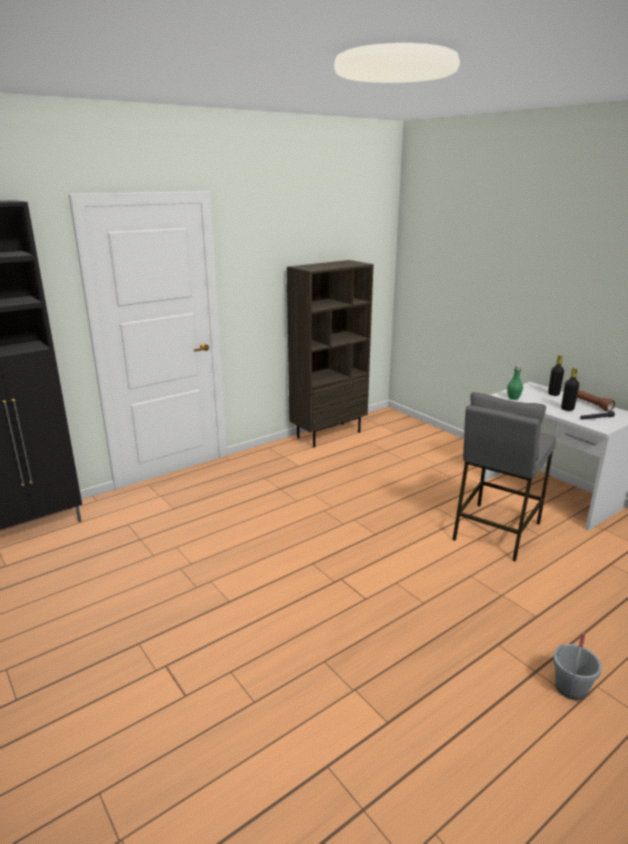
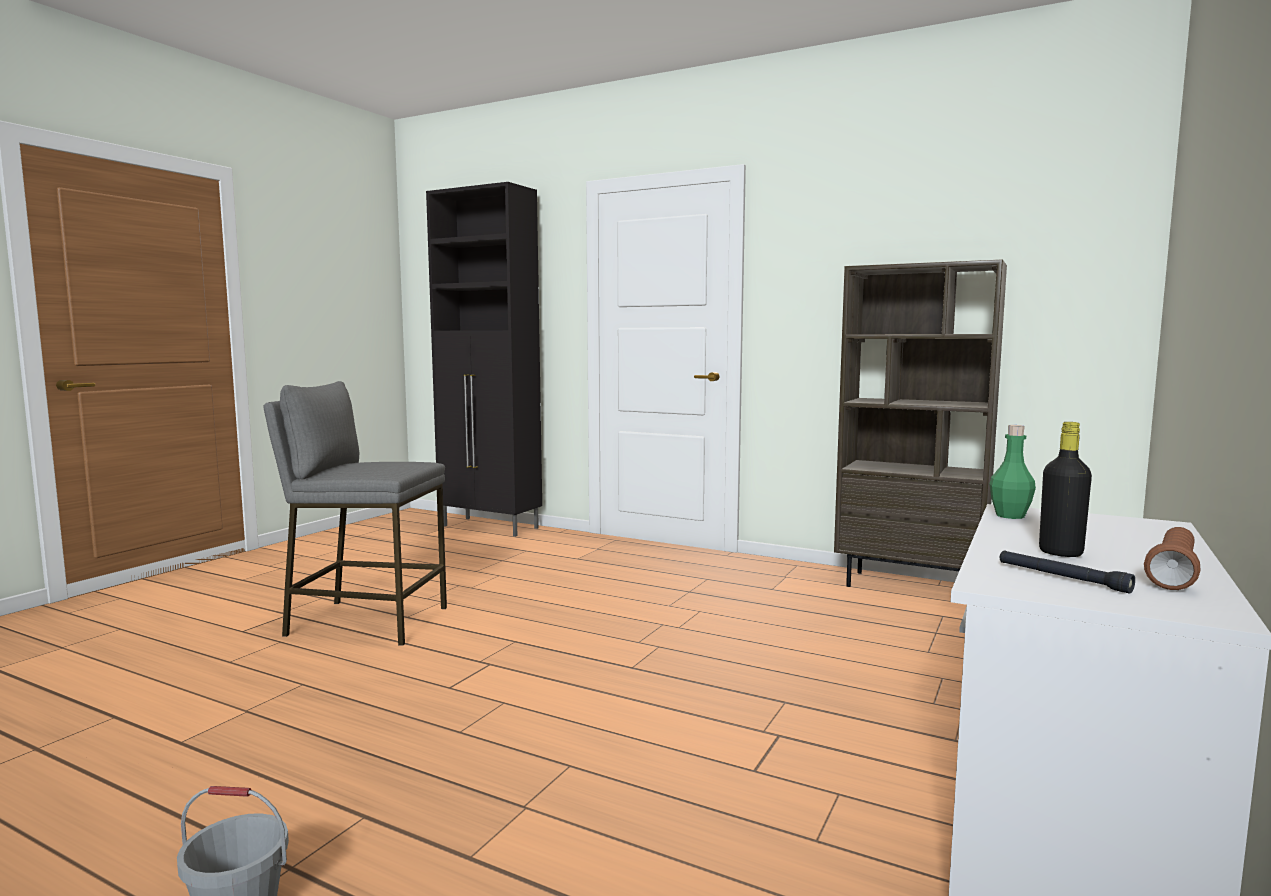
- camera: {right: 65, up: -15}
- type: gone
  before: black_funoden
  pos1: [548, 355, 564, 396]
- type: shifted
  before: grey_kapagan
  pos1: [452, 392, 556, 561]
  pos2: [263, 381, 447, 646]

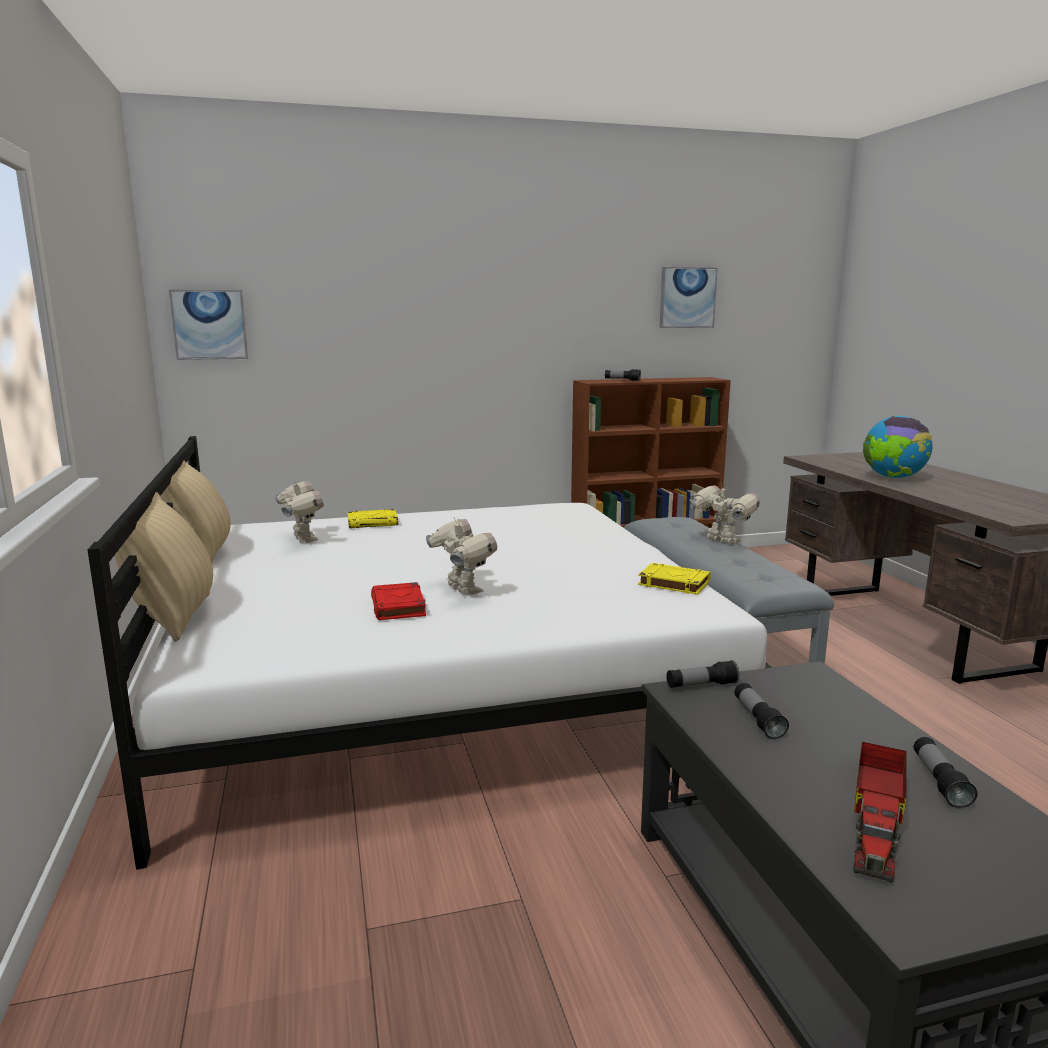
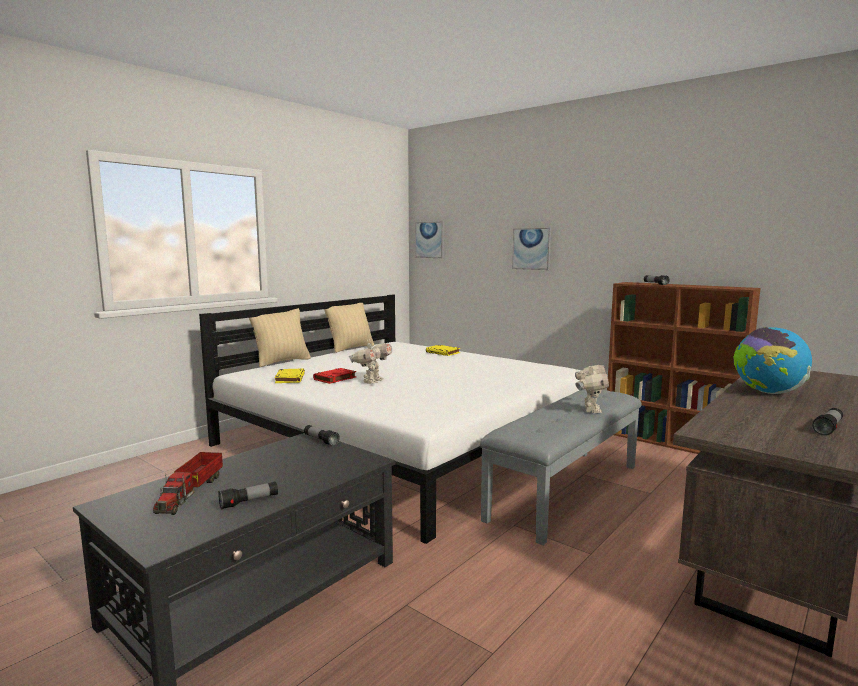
- camera: {right: 55, up: -5}
- type: shifted
  before: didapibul
  pos1: [660, 267, 718, 328]
  pos2: [512, 228, 551, 270]
- type: gone
  before: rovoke
  pos1: [275, 479, 324, 543]
- type: shifted
  before: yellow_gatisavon
  pos1: [638, 563, 711, 595]
  pos2: [275, 368, 305, 383]
- type: shifted
  before: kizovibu
  pos1: [735, 683, 789, 739]
  pos2: [812, 408, 843, 436]
- type: rotated
  before: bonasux
  pos1: [853, 742, 907, 883]
  pos2: [153, 452, 223, 515]
  turn: -75

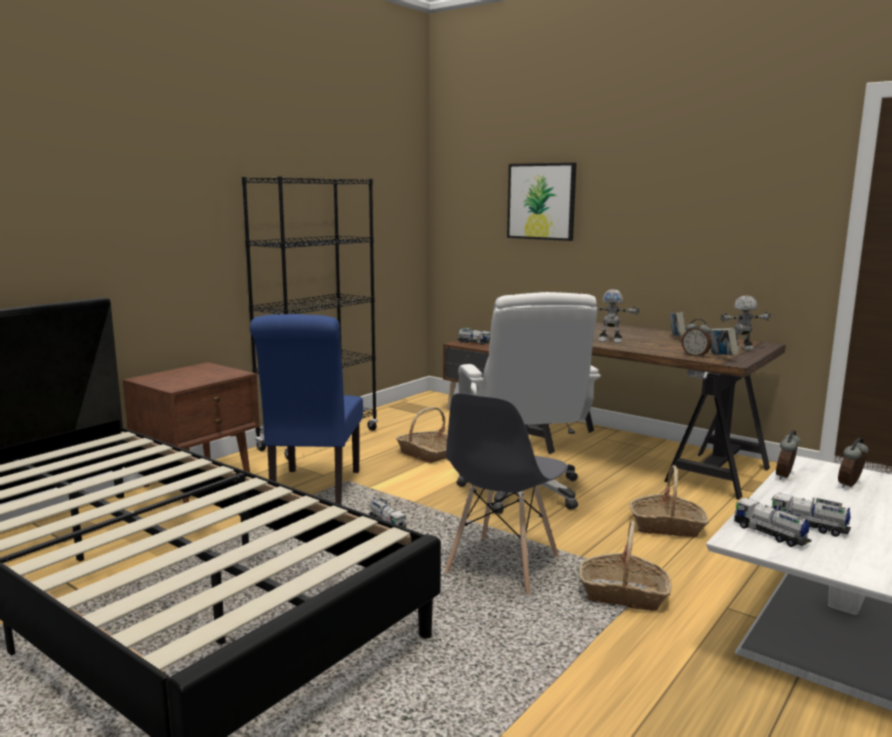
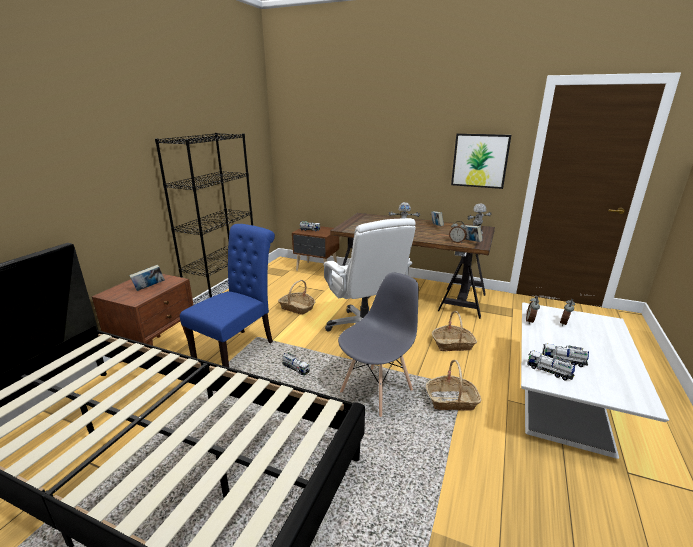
- camera: {right: -15, up: 10}
- type: shifted
  before: didapibul
  pos1: [507, 163, 576, 241]
  pos2: [451, 133, 511, 189]
- type: rotated
  before: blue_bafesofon
  pos1: [250, 314, 363, 505]
  pos2: [180, 224, 275, 367]
  turn: -135
- type: rotated
  before: grey_bafesofon
  pos1: [445, 393, 568, 594]
  pos2: [338, 272, 419, 417]
  turn: -150
- type: new
  after: gatisavon
  pos2: [129, 265, 165, 291]

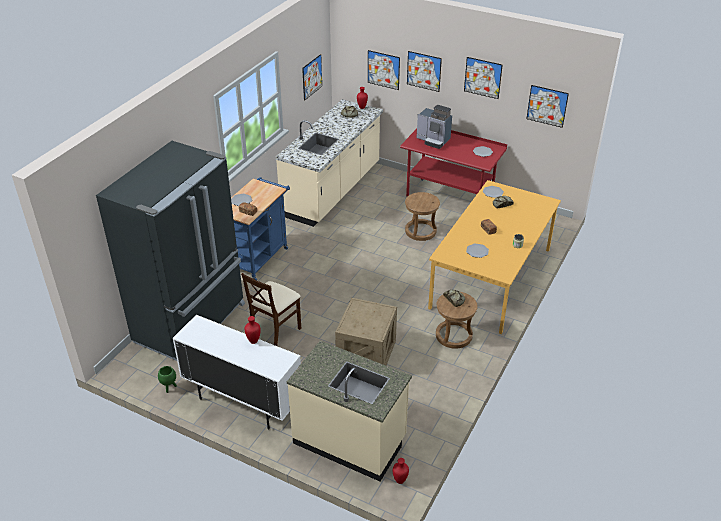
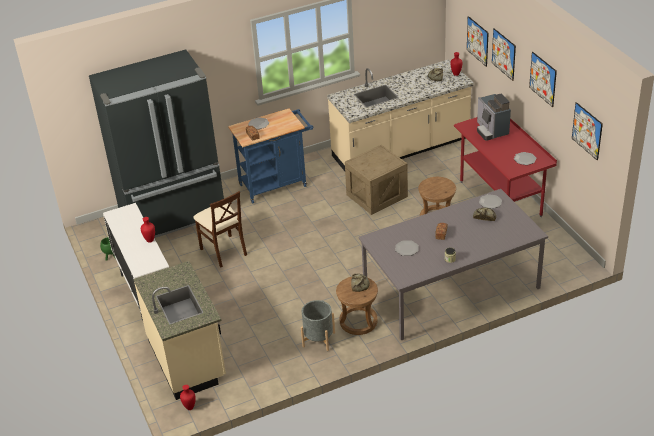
- camera: {right: 40, up: 0}
- type: gone
  before: didapibul
  pos1: [302, 54, 322, 101]
- type: repainted
  before: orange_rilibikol
  after: grey_rilibikol
  pos1: [428, 180, 561, 334]
  pos2: [359, 189, 548, 340]
- type: rotated
  before: beige_bafesofon
  pos1: [241, 273, 301, 346]
  pos2: [193, 191, 247, 268]
  turn: -105
- type: shifted
  before: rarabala
  pos1: [335, 298, 397, 365]
  pos2: [345, 145, 408, 215]
- type: new
  after: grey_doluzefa
  pos2: [301, 300, 335, 351]

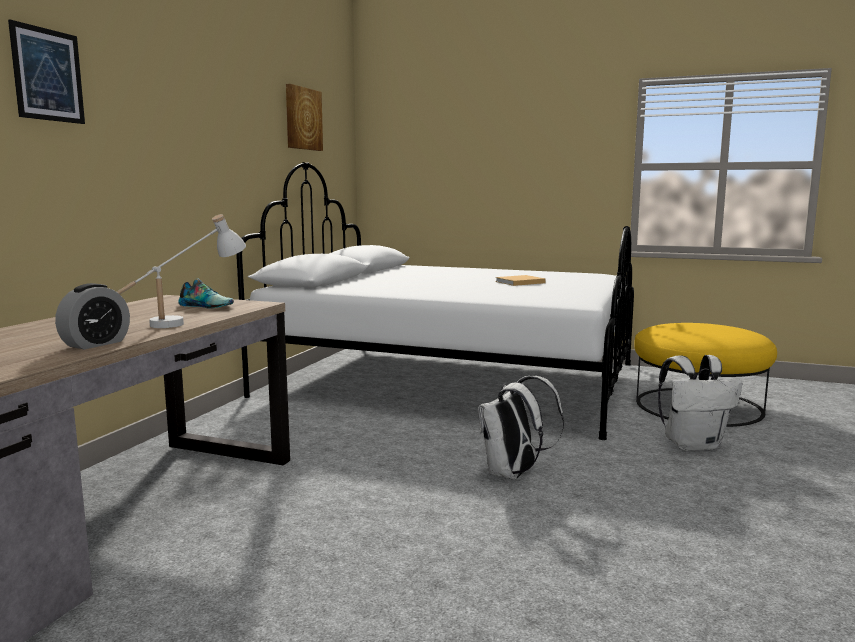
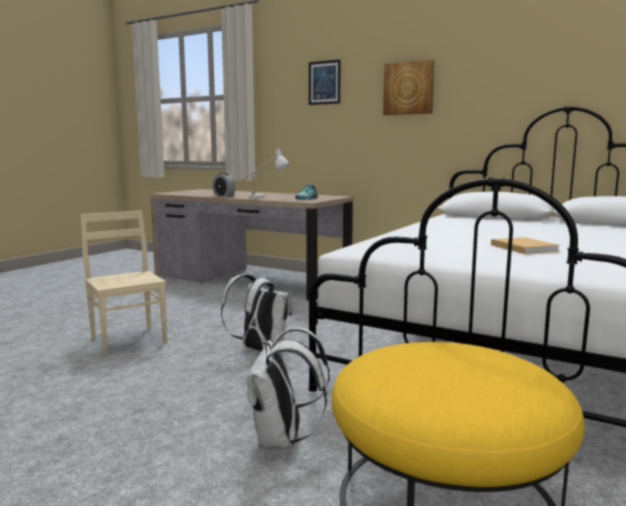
- camera: {right: 100, up: 0}
- type: shifted
  before: didapibul
  pos1: [286, 84, 323, 151]
  pos2: [383, 60, 434, 115]
- type: new
  after: beige_bafesofon
  pos2: [81, 211, 167, 355]

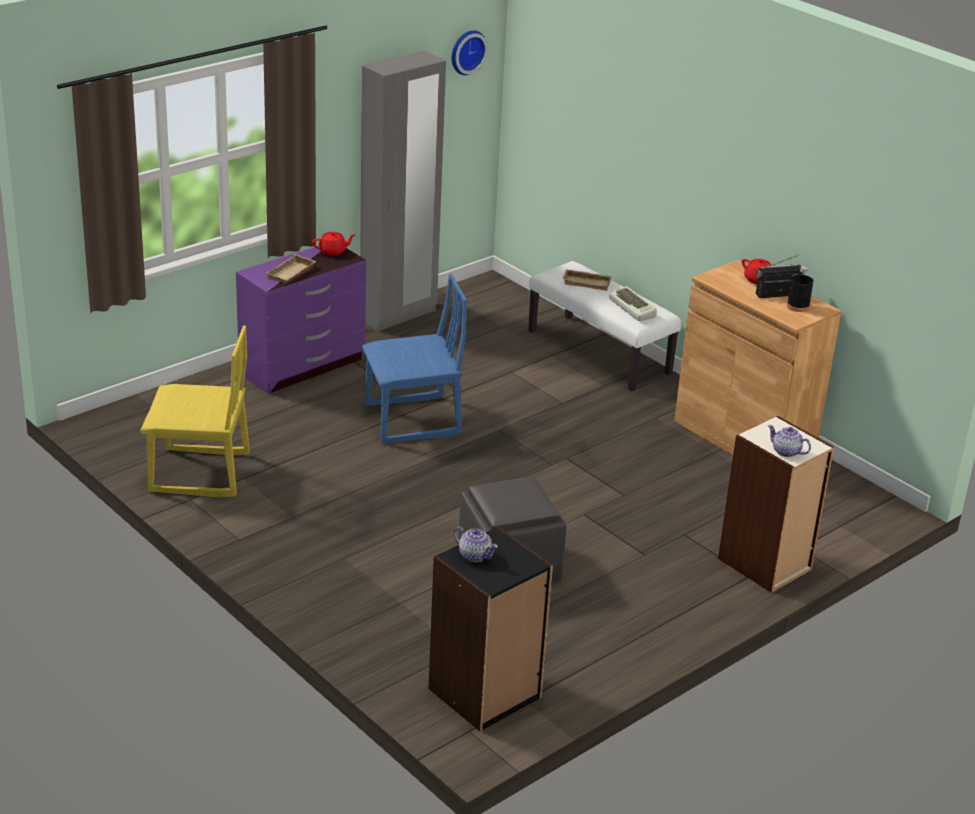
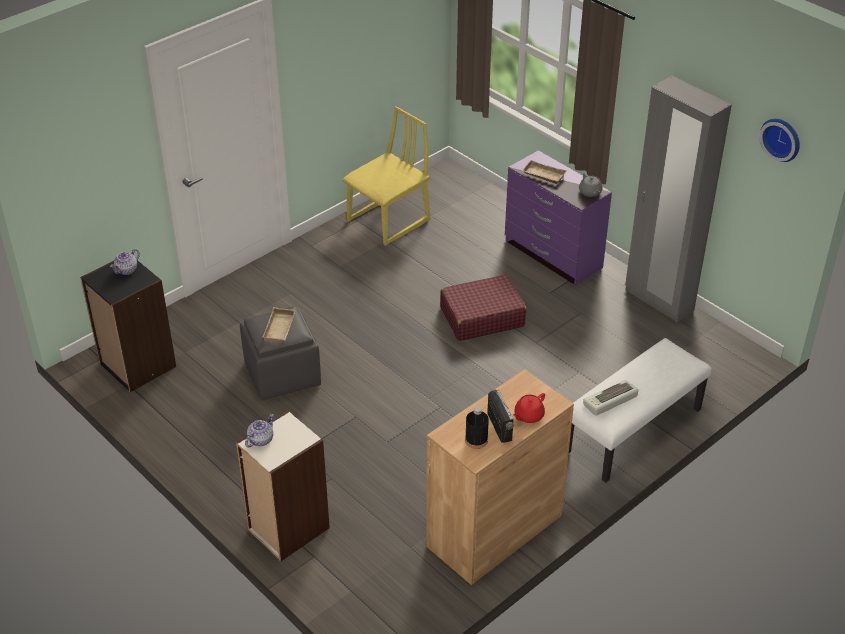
- camera: {right: 90, up: 10}
- type: repainted
  before: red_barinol
  after: grey_barinol
  pos1: [312, 231, 356, 256]
  pos2: [579, 173, 602, 197]
- type: shifted
  before: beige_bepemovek
  pos1: [563, 269, 612, 291]
  pos2: [263, 307, 296, 342]
- type: swapped
  before: blue_bafesofon
  after: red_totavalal
  pos1: [362, 273, 467, 444]
  pos2: [440, 274, 527, 341]
- type: rotated
  before: yellow_bafesofon
  pos1: [140, 325, 250, 497]
  pos2: [342, 106, 430, 246]
  turn: -135

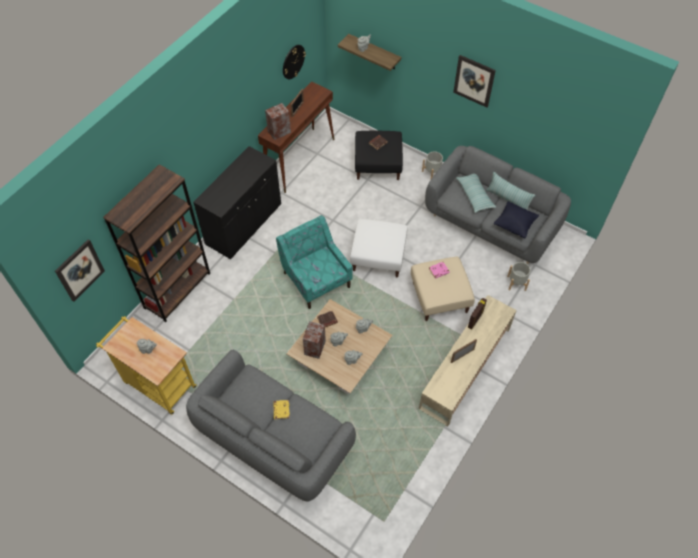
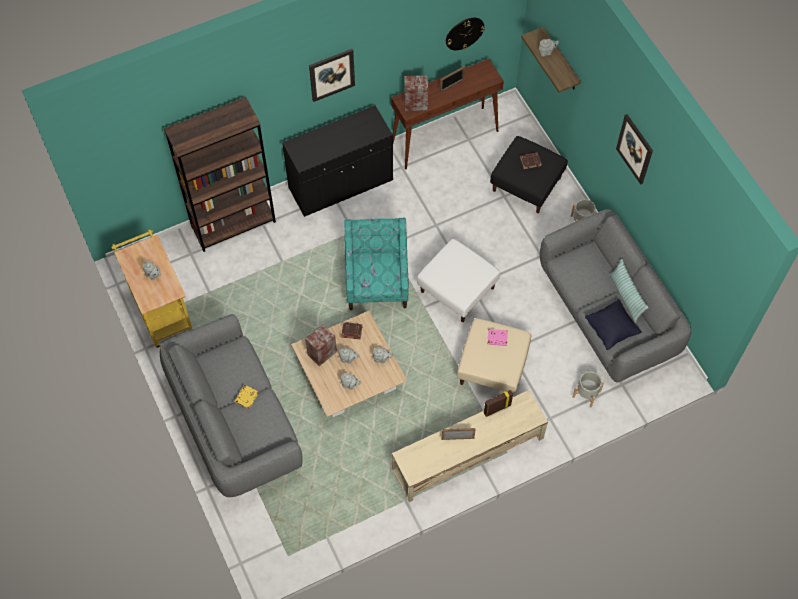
- camera: {right: 30, up: 5}
- type: gone
  before: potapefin
  pos1: [456, 174, 496, 213]
- type: shifted
  before: didapibul
  pos1: [55, 239, 105, 302]
  pos2: [309, 49, 355, 102]

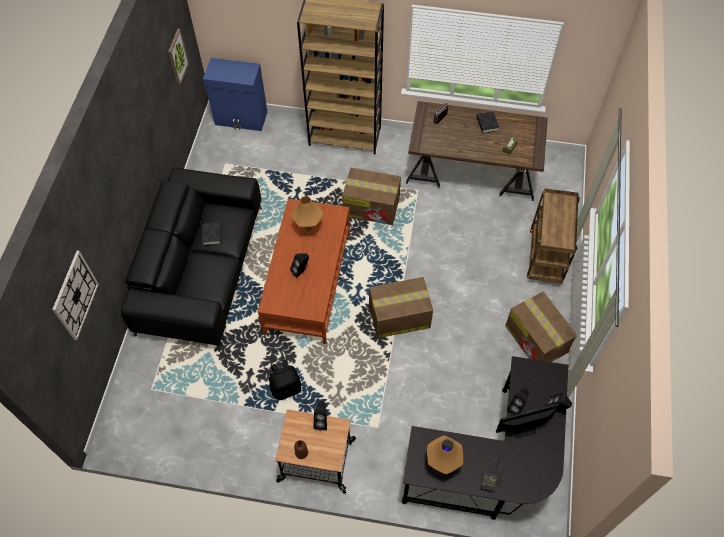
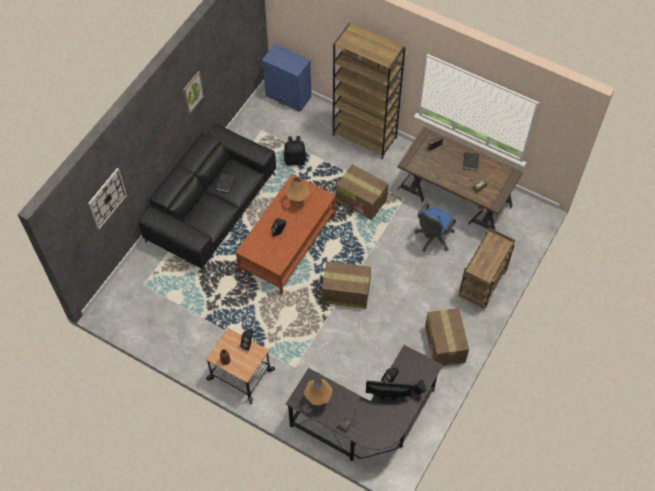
- camera: {right: 20, up: 0}
- type: shifted
  before: didapibul
  pos1: [168, 29, 189, 85]
  pos2: [183, 71, 204, 114]
- type: shifted
  before: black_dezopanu
  pos1: [269, 360, 302, 400]
  pos2: [284, 136, 306, 166]
- type: new
  after: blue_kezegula
  pos2: [415, 203, 456, 252]

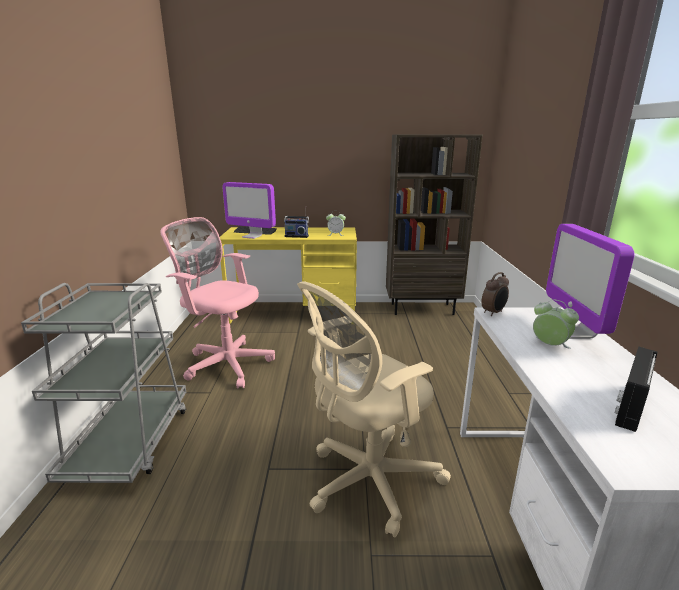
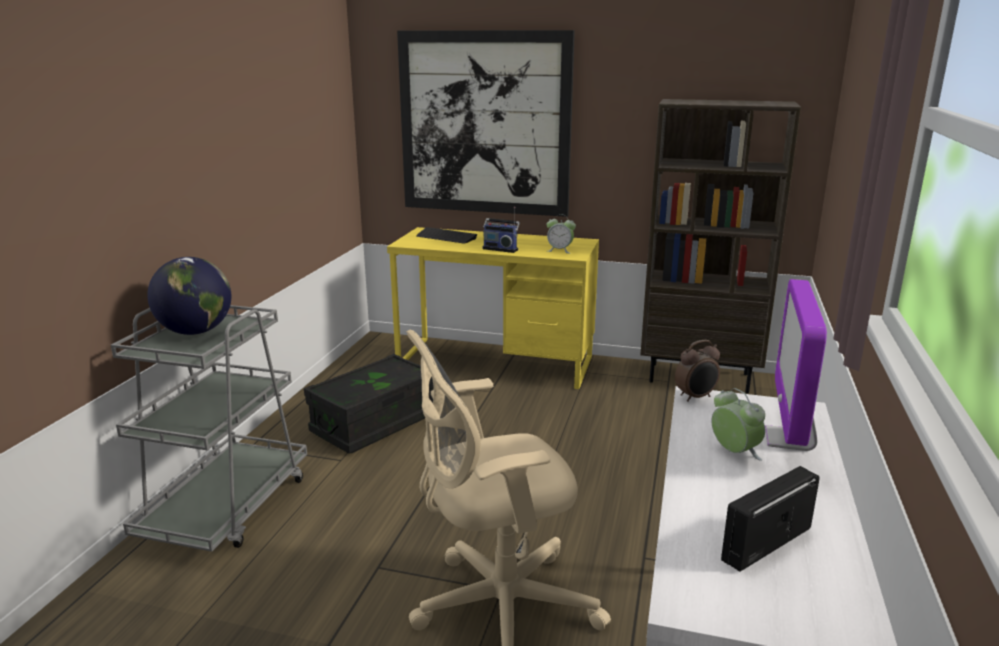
- camera: {right: 15, up: 0}
- type: gone
  before: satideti
  pos1: [222, 182, 276, 239]
- type: swapped
  before: pink_kezegula
  after: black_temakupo
  pos1: [160, 217, 275, 389]
  pos2: [304, 354, 434, 454]
- type: new
  after: didapibul
  pos2: [397, 30, 575, 217]
- type: new
  after: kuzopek
  pos2: [147, 257, 231, 335]

